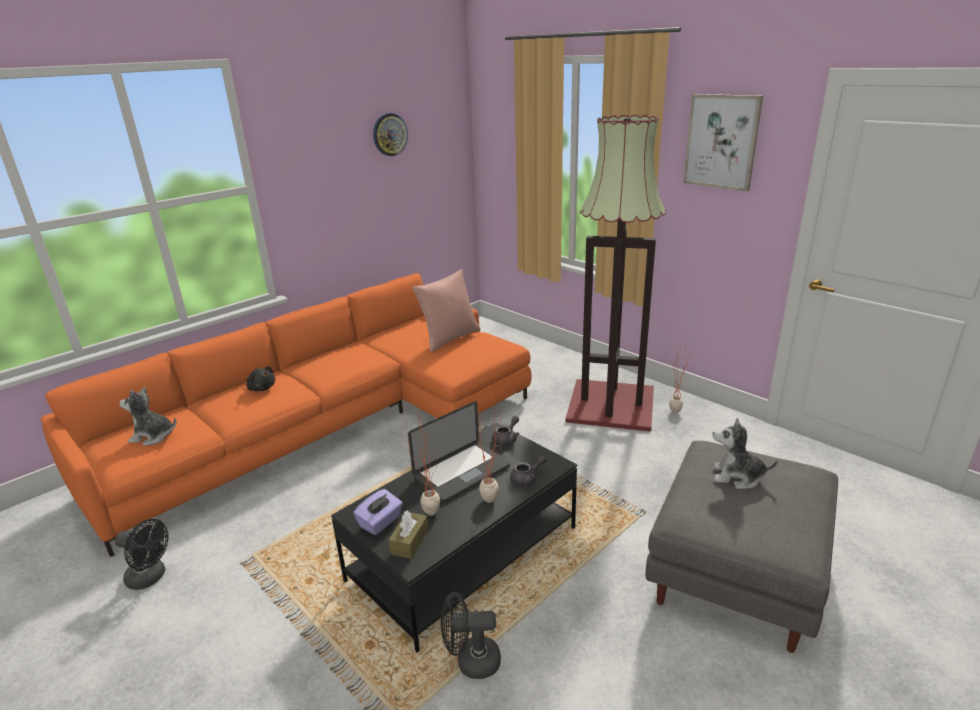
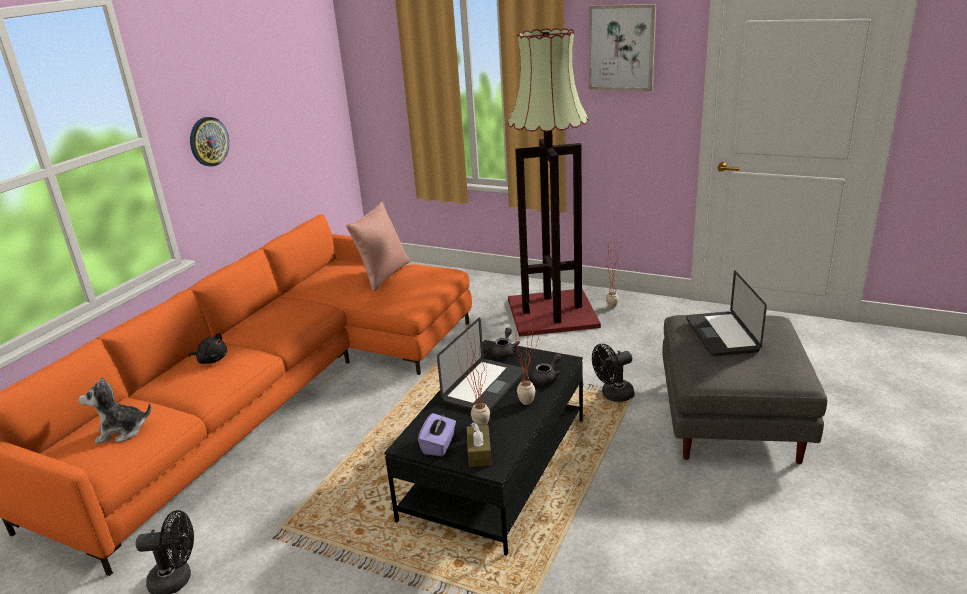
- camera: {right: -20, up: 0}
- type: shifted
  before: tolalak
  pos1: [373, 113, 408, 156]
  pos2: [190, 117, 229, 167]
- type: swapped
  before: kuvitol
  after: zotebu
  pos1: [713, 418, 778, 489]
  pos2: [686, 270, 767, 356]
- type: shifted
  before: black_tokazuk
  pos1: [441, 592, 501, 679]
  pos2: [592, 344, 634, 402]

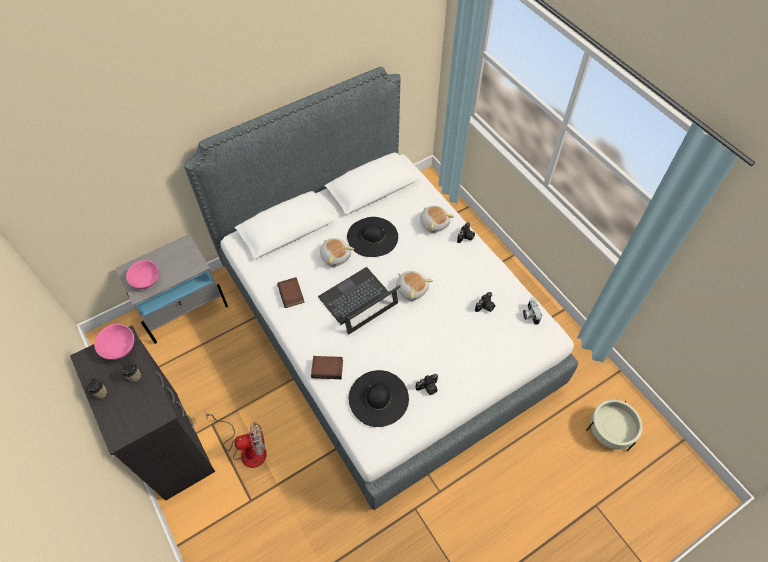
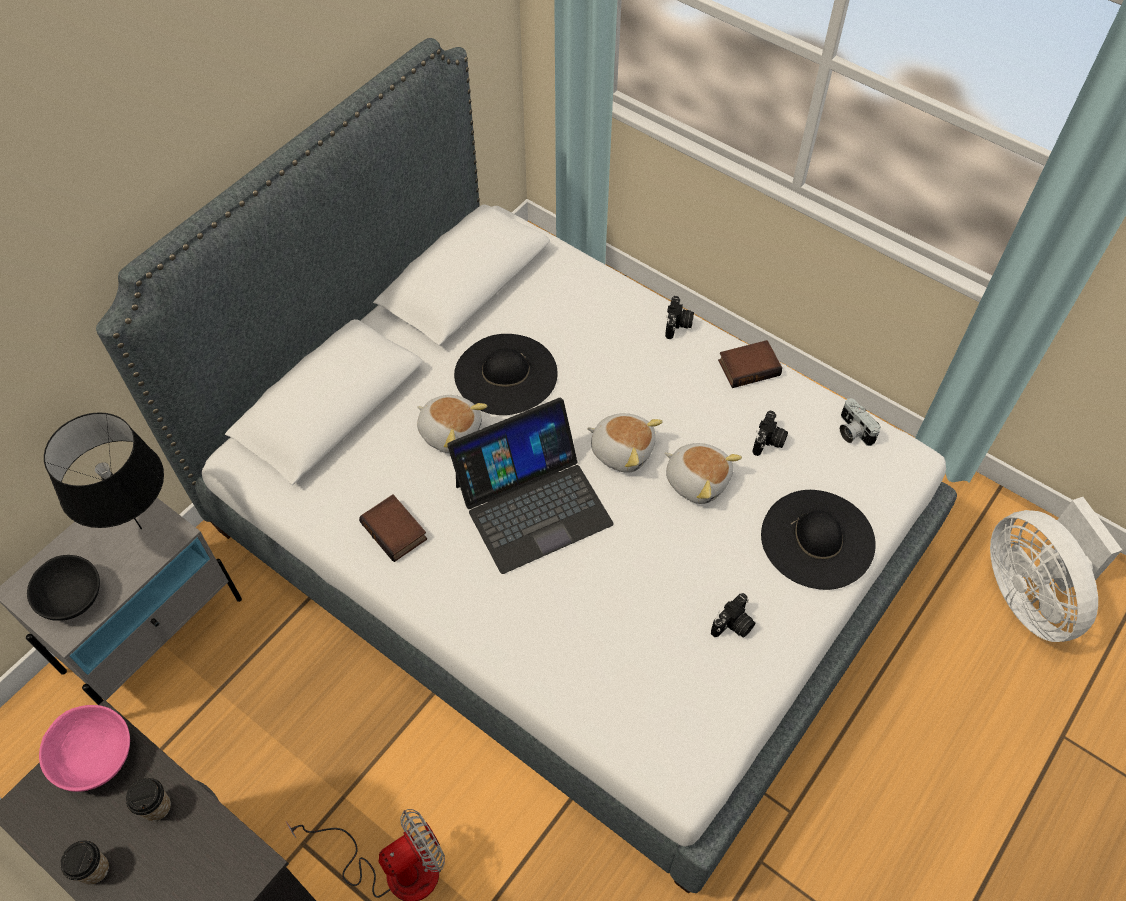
- camera: {right: -20, up: 0}
- type: shifted
  before: kuvitol
  pos1: [420, 206, 454, 233]
  pos2: [665, 443, 742, 504]
- type: repainted
  before: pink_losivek
  after: black_losivek
  pos1: [126, 260, 159, 289]
  pos2: [27, 555, 100, 621]
- type: rotated
  before: zotebu
  pos1: [318, 267, 401, 335]
  pos2: [447, 398, 614, 574]
  turn: -150
- type: shifted
  before: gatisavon
  pos1: [311, 356, 343, 379]
  pos2: [718, 340, 782, 388]
- type: shifted
  before: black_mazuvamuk
  pos1: [349, 370, 409, 427]
  pos2: [761, 490, 876, 590]
- type: swapped
  before: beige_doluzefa
  after: white_tokazuk
  pos1: [586, 399, 642, 451]
  pos2: [990, 497, 1122, 642]
- type: new
  after: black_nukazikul
  pos2: [44, 412, 164, 529]

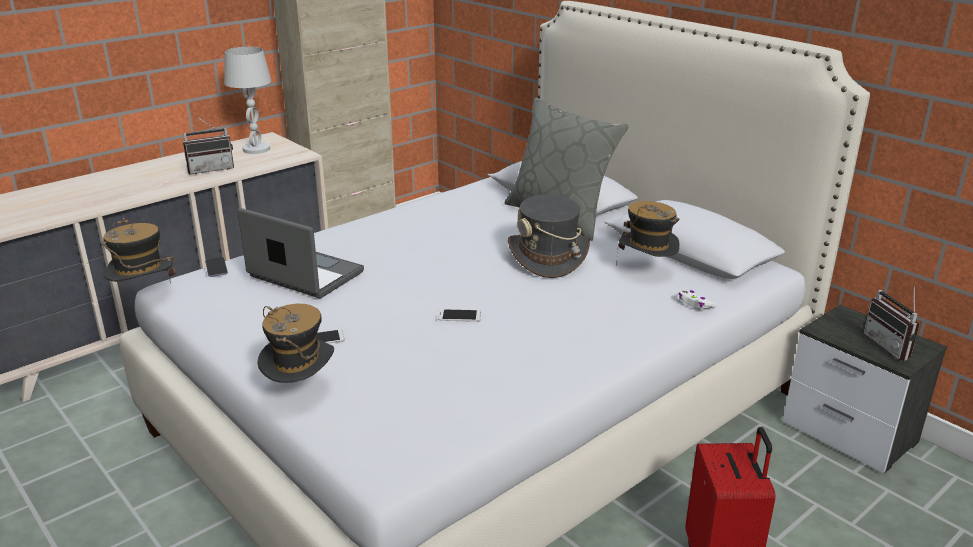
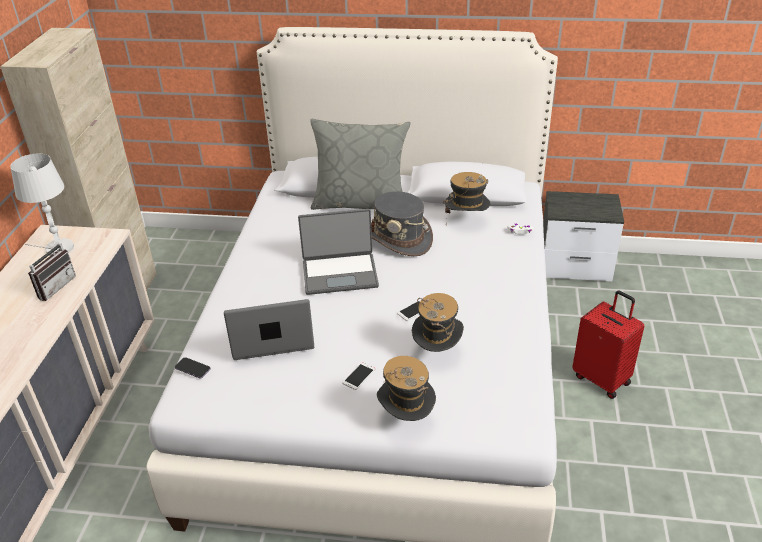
- camera: {right: -40, up: 10}
- type: shifted
  before: mazuvamuk
  pos1: [102, 217, 176, 284]
  pos2: [412, 293, 464, 352]
- type: gone
  before: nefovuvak
  pos1: [863, 284, 920, 360]
- type: new
  after: zotebu
  pos2: [298, 209, 379, 295]

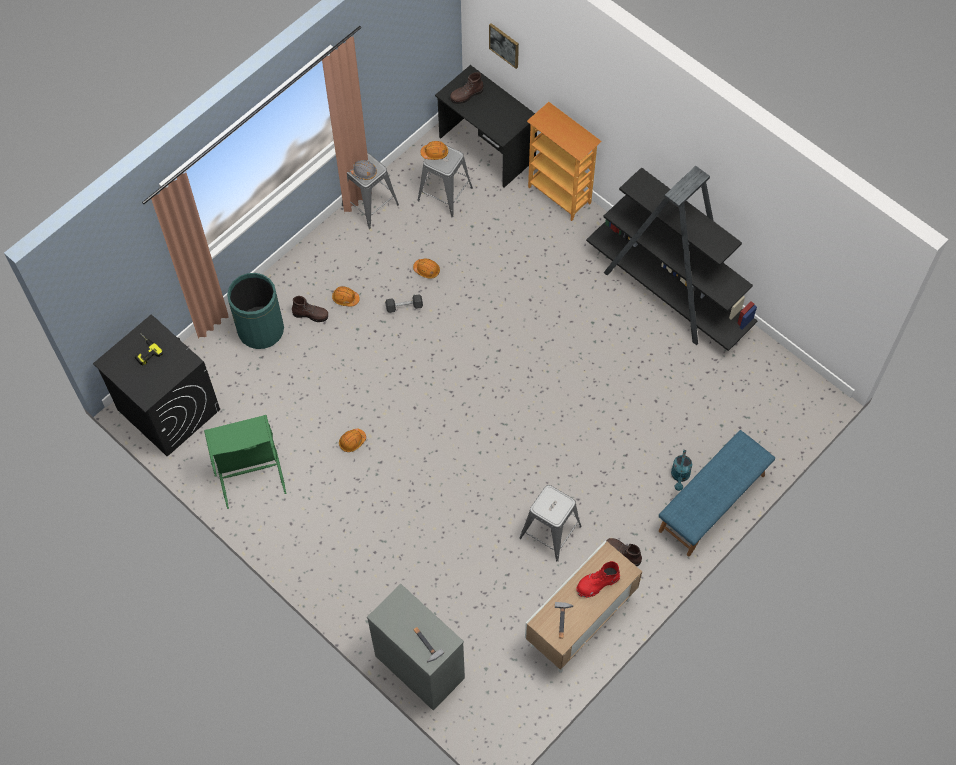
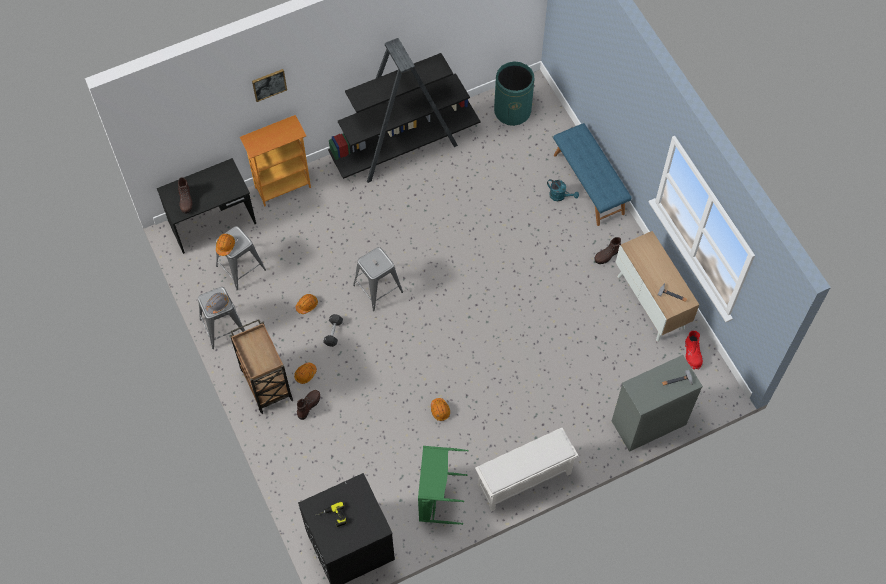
- camera: {right: -70, up: 0}
- type: shifted
  before: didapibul
  pos1: [489, 23, 519, 69]
  pos2: [252, 69, 287, 102]
- type: shifted
  before: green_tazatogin
  pos1: [227, 273, 284, 349]
  pos2: [494, 62, 534, 126]
- type: shifted
  before: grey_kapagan
  pos1: [519, 485, 582, 562]
  pos2: [353, 247, 403, 311]
- type: shifted
  before: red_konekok
  pos1: [576, 561, 620, 598]
  pos2: [685, 331, 703, 370]
- type: new
  after: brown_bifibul
  pos2: [230, 319, 293, 414]
- type: new
  after: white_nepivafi
  pos2: [475, 428, 578, 512]

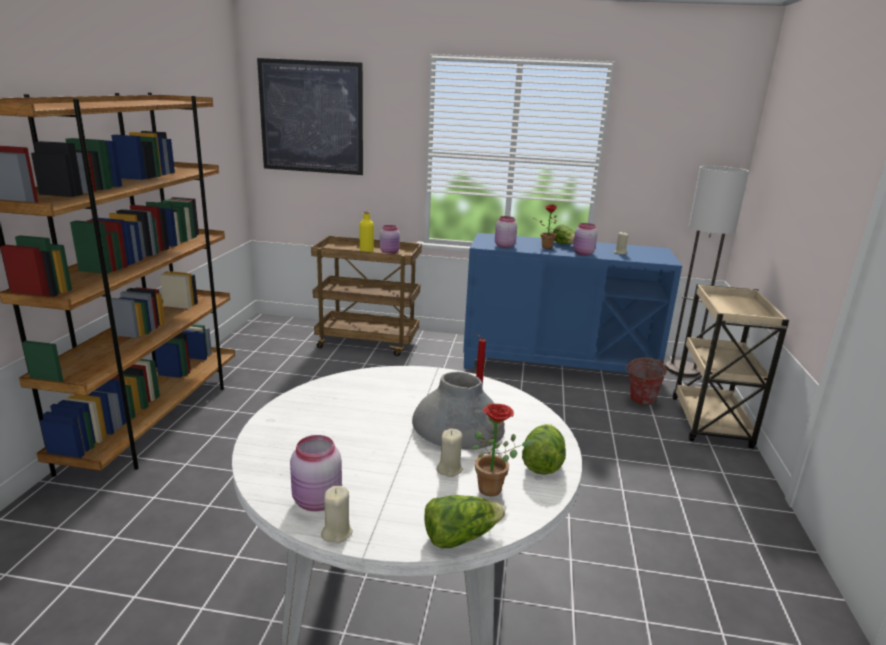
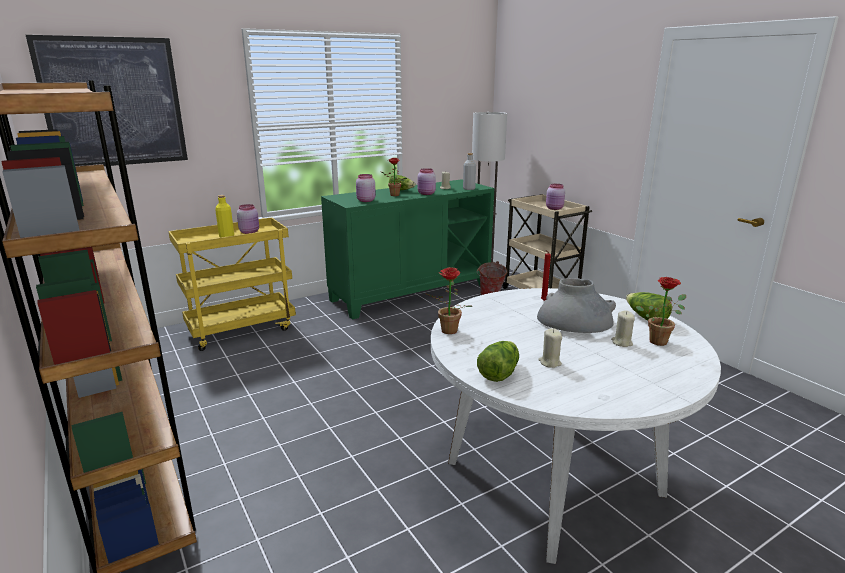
- camera: {right: -40, up: 0}
- type: repainted
  before: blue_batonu
  after: green_batonu
  pos1: [463, 233, 682, 373]
  pos2: [321, 179, 494, 320]
- type: repainted
  before: brown_bifibul
  after: yellow_bifibul
  pos1: [311, 236, 422, 356]
  pos2: [168, 217, 296, 351]
- type: shifted
  before: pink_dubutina
  pos1: [290, 435, 342, 511]
  pos2: [546, 184, 565, 210]
- type: shifted
  before: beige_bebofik
  pos1: [321, 486, 353, 543]
  pos2: [538, 328, 562, 368]
- type: shifted
  before: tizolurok
  pos1: [424, 495, 505, 548]
  pos2: [477, 341, 519, 382]
- type: new
  after: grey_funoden
  pos2: [463, 153, 476, 190]
- type: new
  after: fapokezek
  pos2: [426, 267, 472, 334]

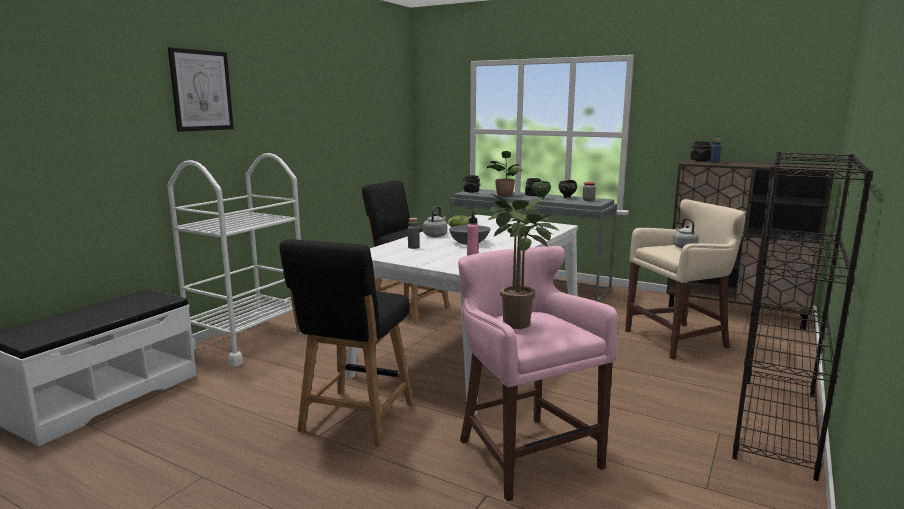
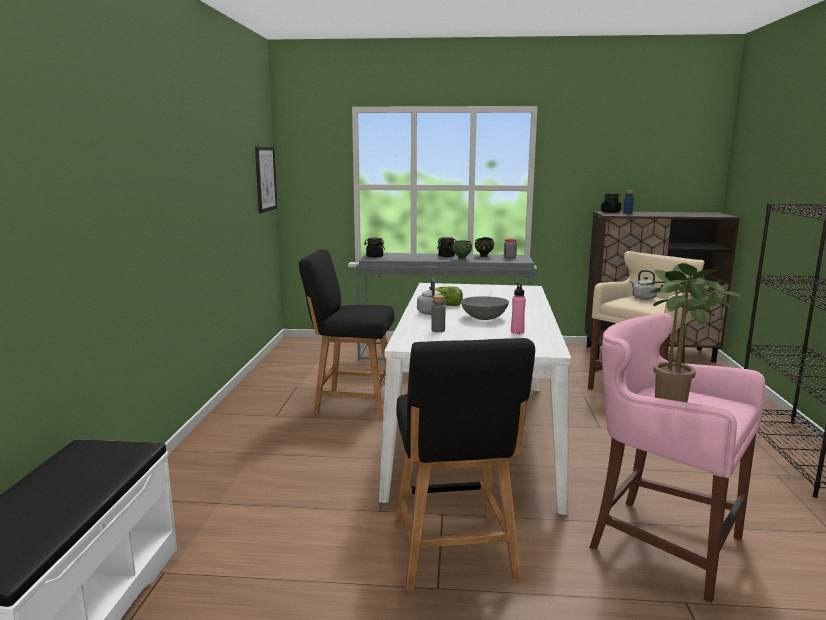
- camera: {right: -25, up: 0}
- type: shifted
  before: didapibul
  pos1: [168, 47, 234, 132]
  pos2: [255, 147, 277, 213]
- type: gone
  before: fapokezek
  pos1: [487, 151, 523, 197]
- type: gone
  before: white_bifibul
  pos1: [167, 153, 303, 367]

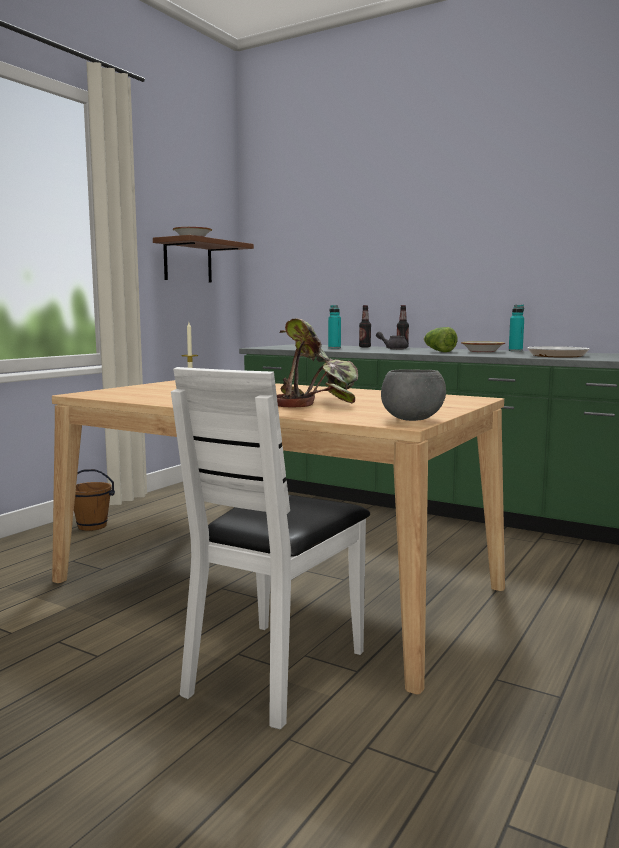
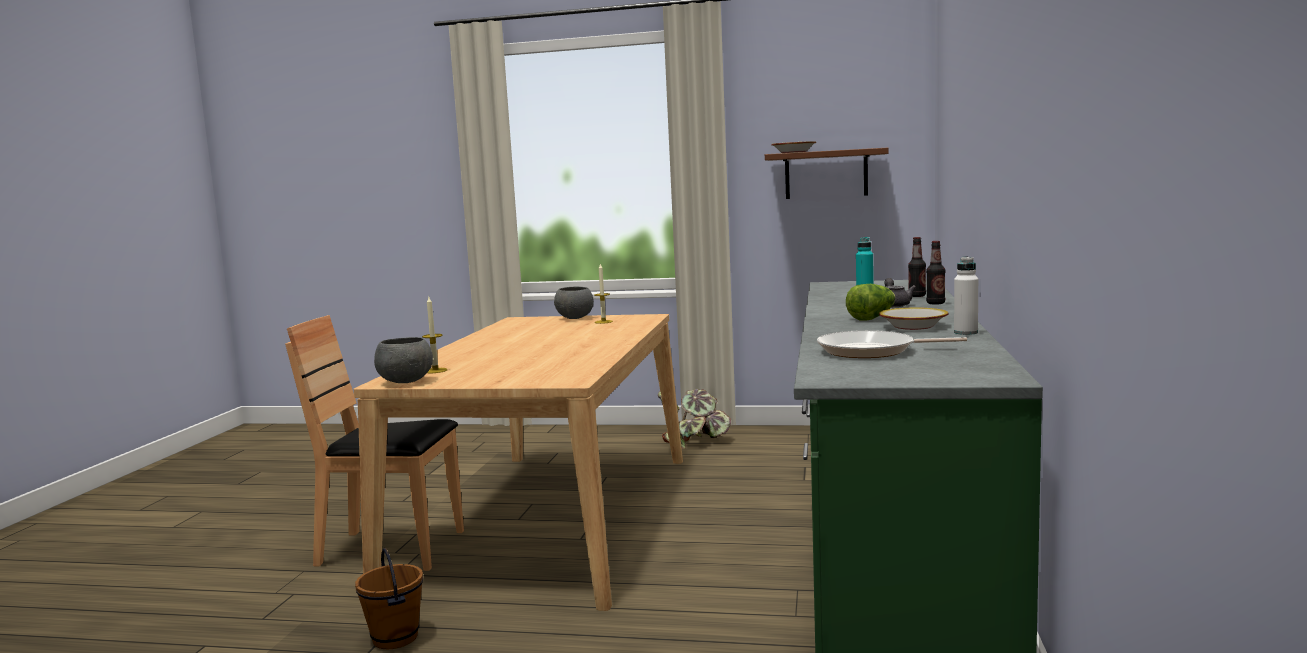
- camera: {right: 70, up: 0}
- type: repainted
  before: turquoise_funoden
  after: white_funoden
  pos1: [509, 305, 524, 351]
  pos2: [954, 256, 978, 335]
- type: shifted
  before: fapokezek
  pos1: [277, 318, 358, 408]
  pos2: [658, 389, 731, 449]
- type: repainted
  before: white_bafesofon
  after: brown_bafesofon
  pos1: [171, 367, 370, 729]
  pos2: [285, 315, 464, 571]
- type: shifted
  before: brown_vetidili
  pos1: [74, 469, 115, 531]
  pos2: [355, 548, 423, 649]
- type: new
  after: grey_losivek
  pos2: [554, 287, 594, 319]
- type: new
  after: bebofik
  pos2: [422, 297, 447, 373]

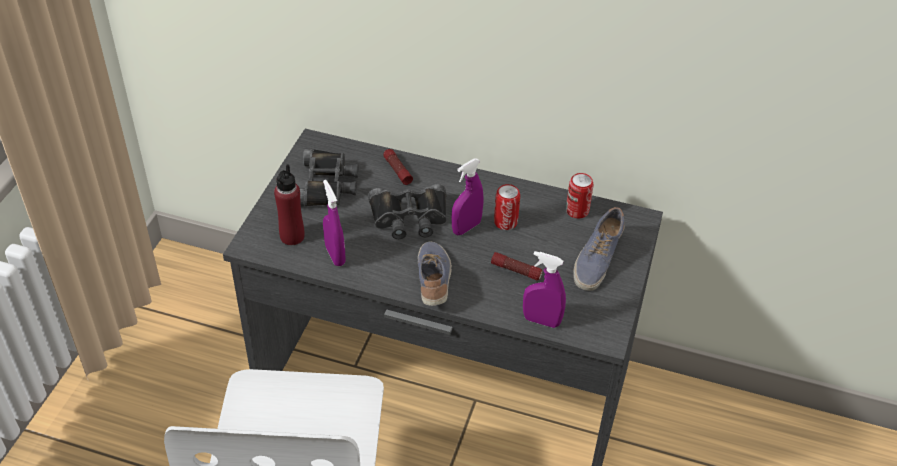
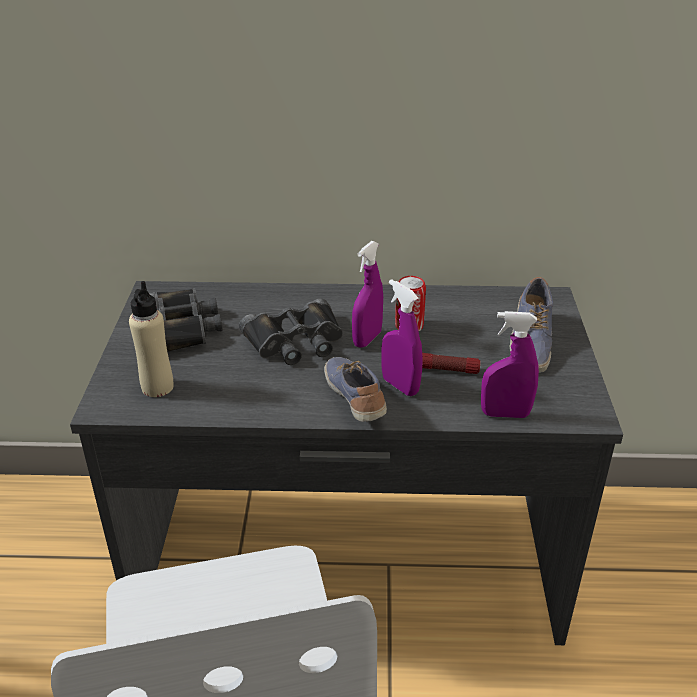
- camera: {right: -15, up: -10}
- type: gone
  before: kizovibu
  pos1: [383, 149, 413, 185]
- type: repainted
  before: red_funoden
  after: beige_funoden
  pos1: [274, 164, 305, 245]
  pos2: [129, 281, 174, 397]
- type: gone
  before: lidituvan
  pos1: [566, 173, 594, 218]
- type: shifted
  before: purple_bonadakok
  pos1: [323, 180, 346, 266]
  pos2: [381, 279, 422, 396]

